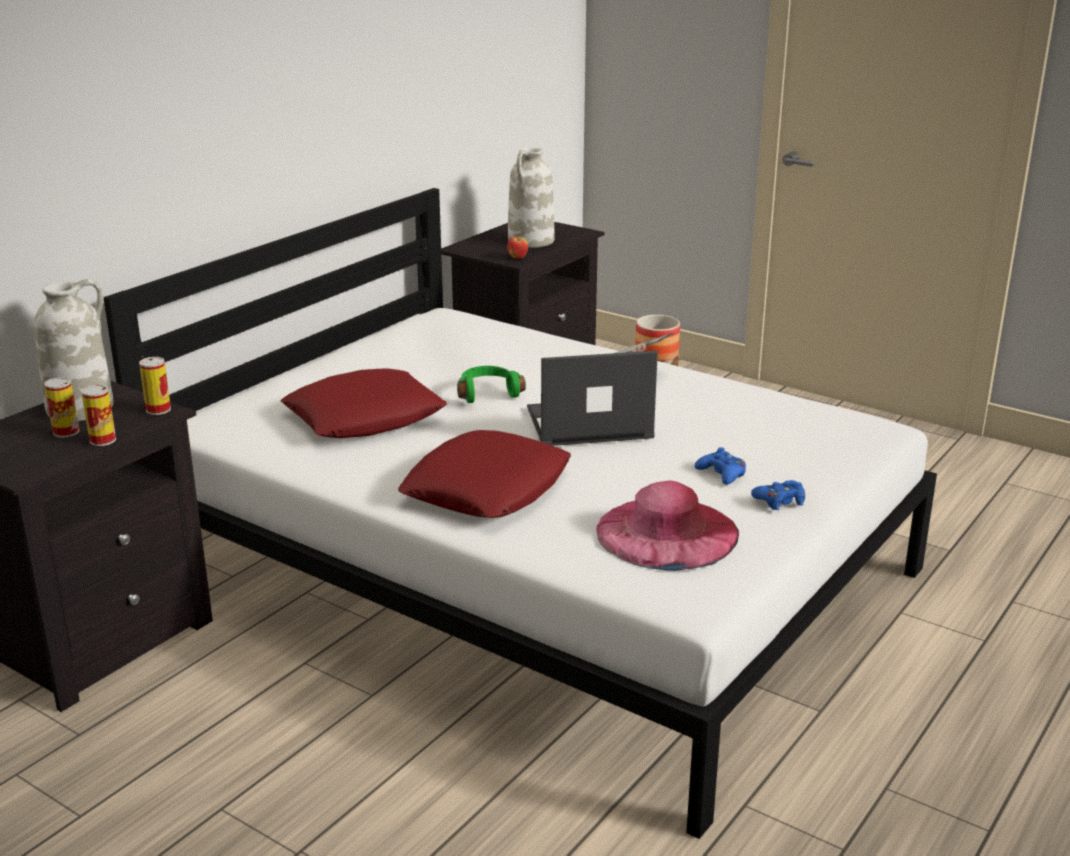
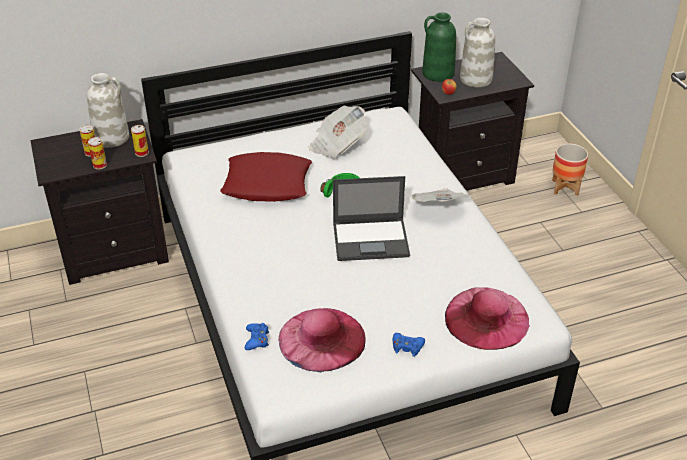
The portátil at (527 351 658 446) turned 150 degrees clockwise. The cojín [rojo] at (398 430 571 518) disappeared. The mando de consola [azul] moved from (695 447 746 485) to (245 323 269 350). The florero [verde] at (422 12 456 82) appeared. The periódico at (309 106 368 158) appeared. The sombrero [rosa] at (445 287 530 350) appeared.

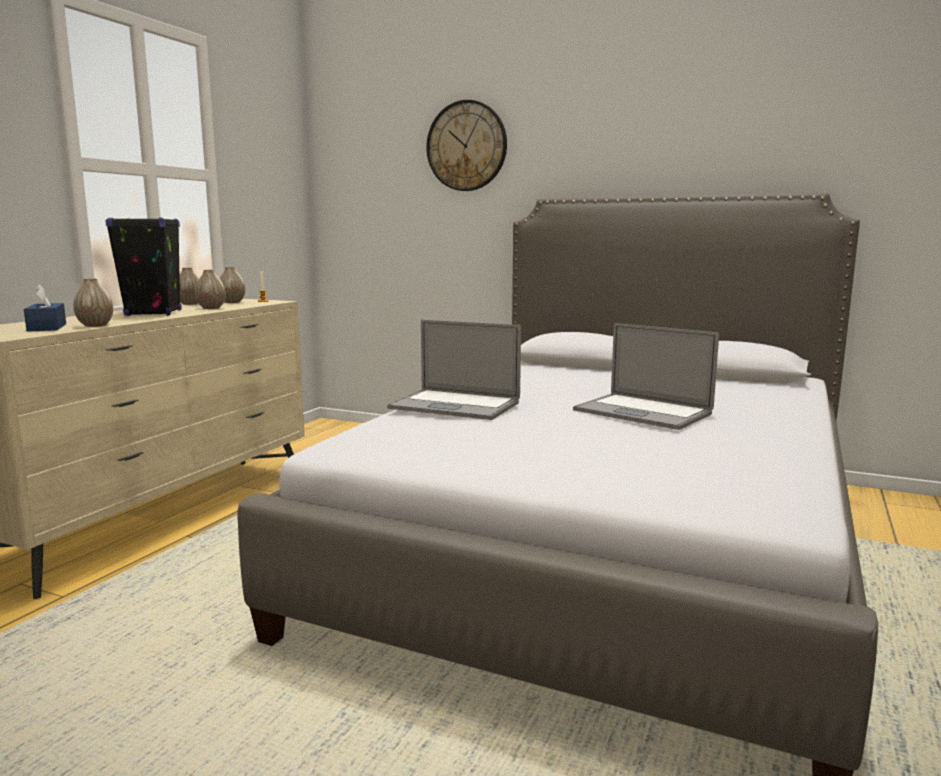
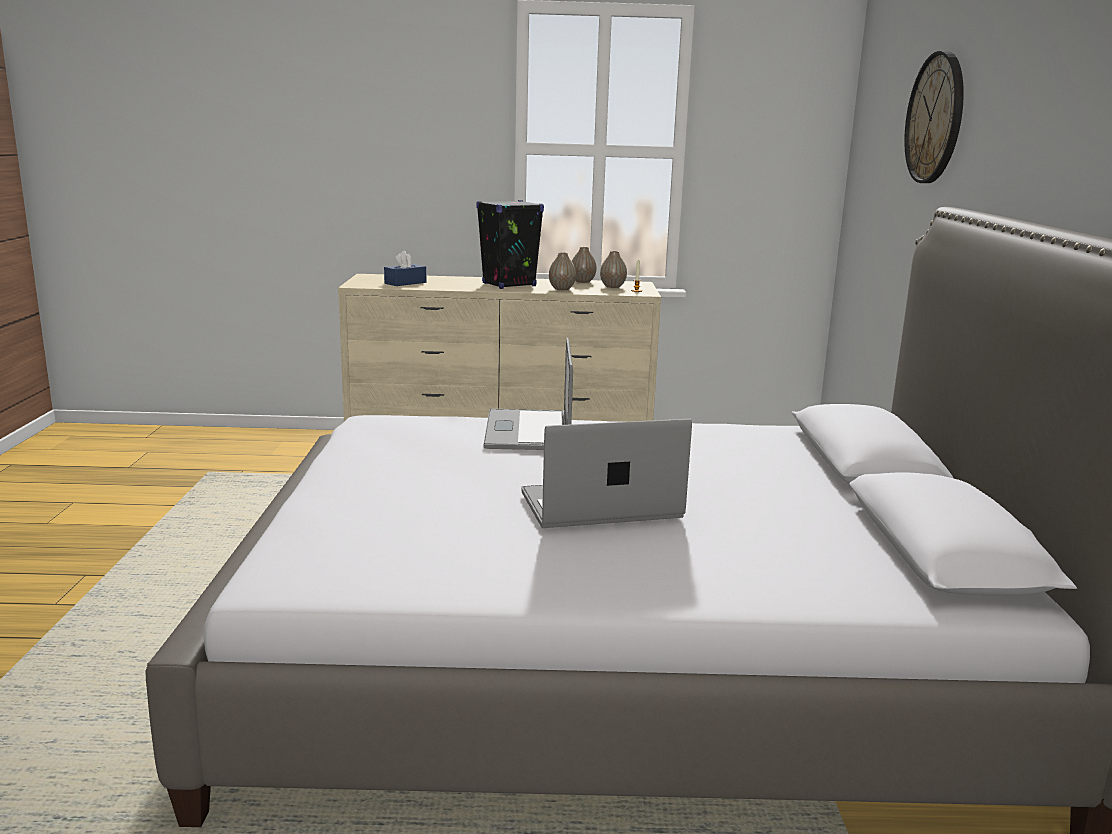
The florero at (73 278 113 327) disappeared. The portátil at (573 323 719 430) turned 60 degrees clockwise.

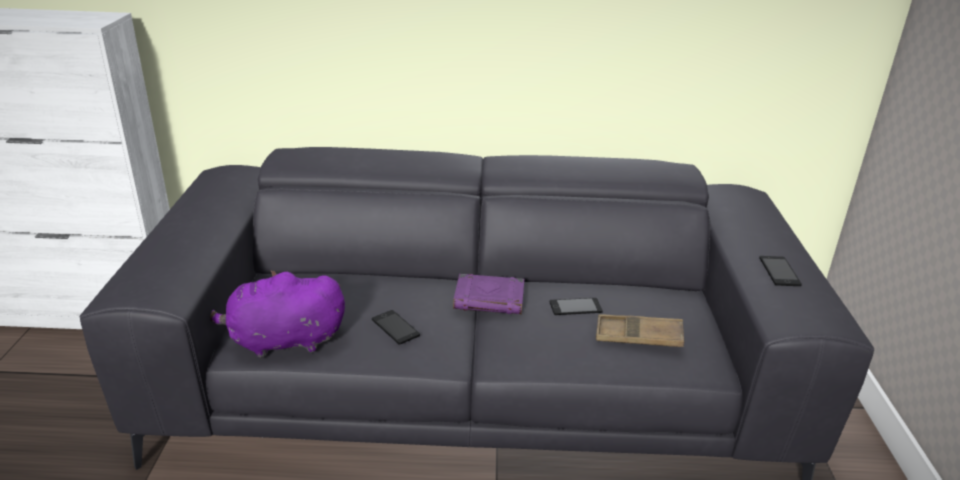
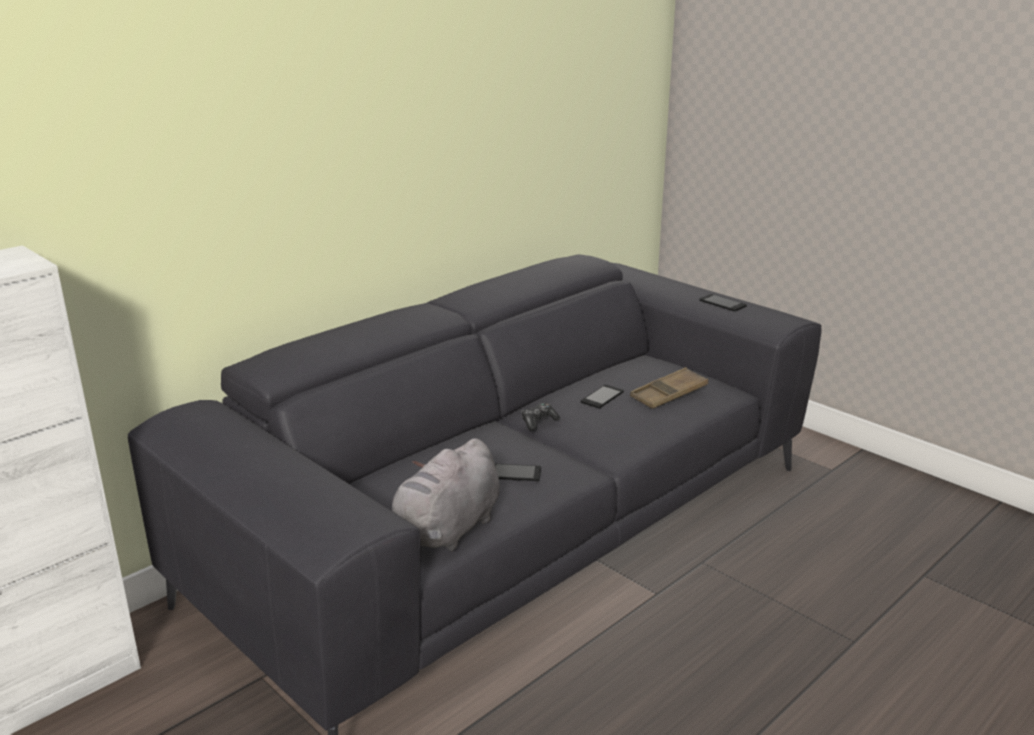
The peluche [morado] at (210 270 345 358) became the peluche [gris] at (392 438 500 551). The libro [morado] at (453 274 524 314) was replaced by the mando de consola at (521 403 560 430).

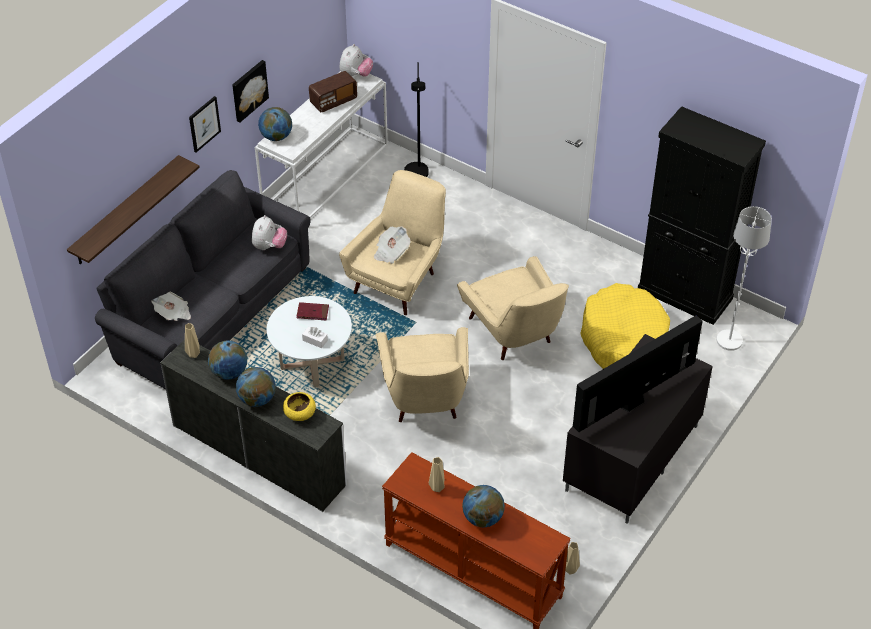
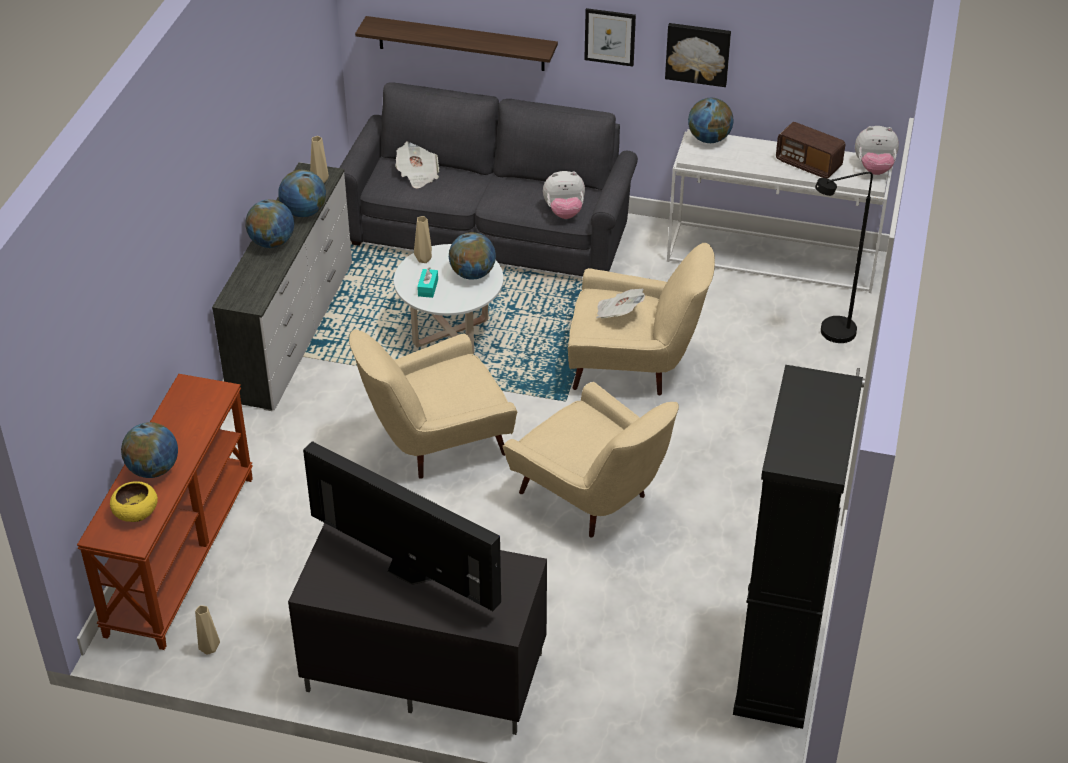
The lámpara de pie [blanco] at (716 206 772 351) disappeared. The sillón [beis] at (457 256 569 360) turned 90 degrees counterclockwise. The cama para perro [amarillo] at (580 283 670 369) disappeared. The libro [rojo] at (297 302 329 320) was replaced by the globo terráqueo at (449 232 496 280). The caja de pañuelos [blanco] at (302 327 328 348) became the caja de pañuelos [turquesa] at (417 267 438 298). The cuenco [amarillo] moved from (283 392 316 421) to (110 481 158 522). The florero [beis] moved from (429 457 445 492) to (414 216 432 263).

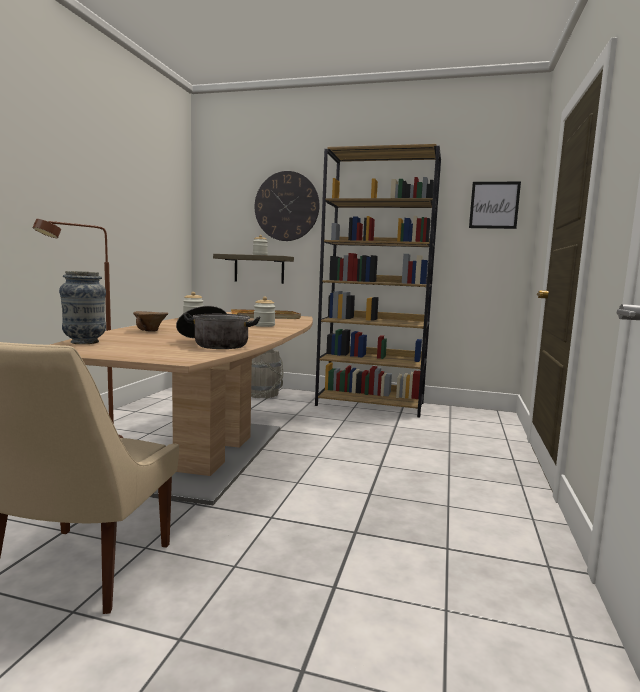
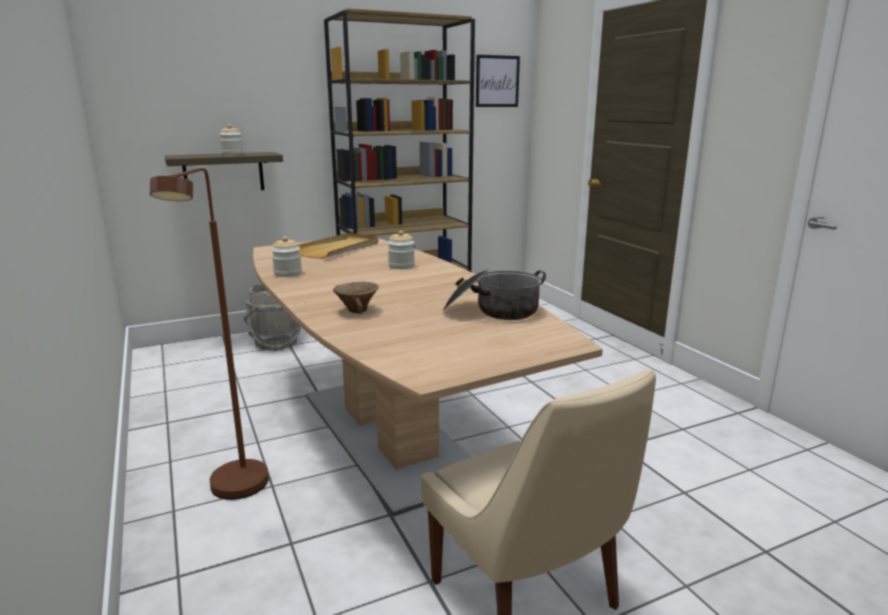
The reloj de pared at (255 171 319 241) disappeared. The florero at (59 271 106 344) disappeared.

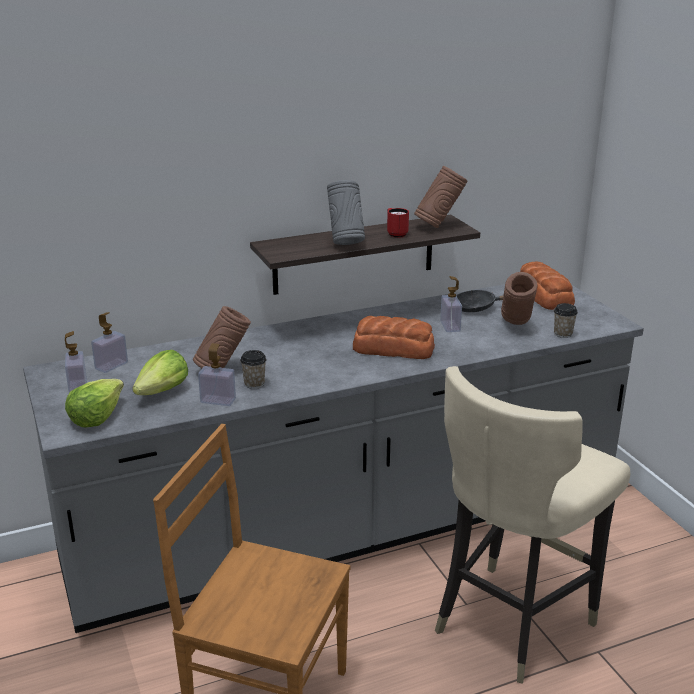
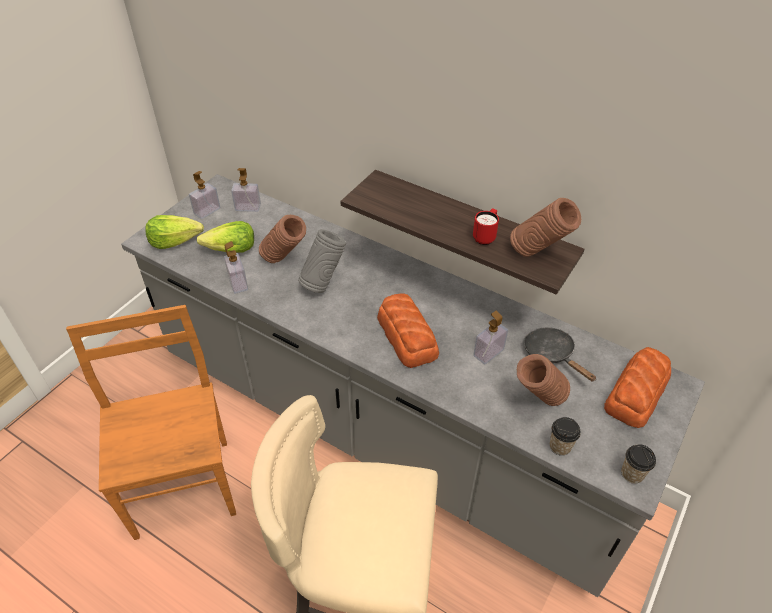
The florero [gris] moved from (327 180 365 245) to (298 229 346 293). The taza moved from (240 350 266 389) to (621 444 656 484).

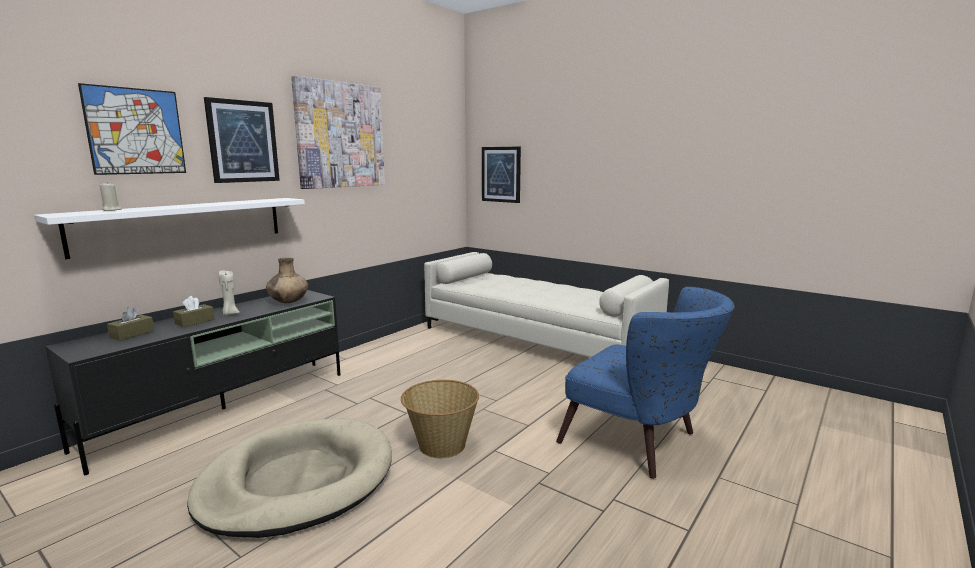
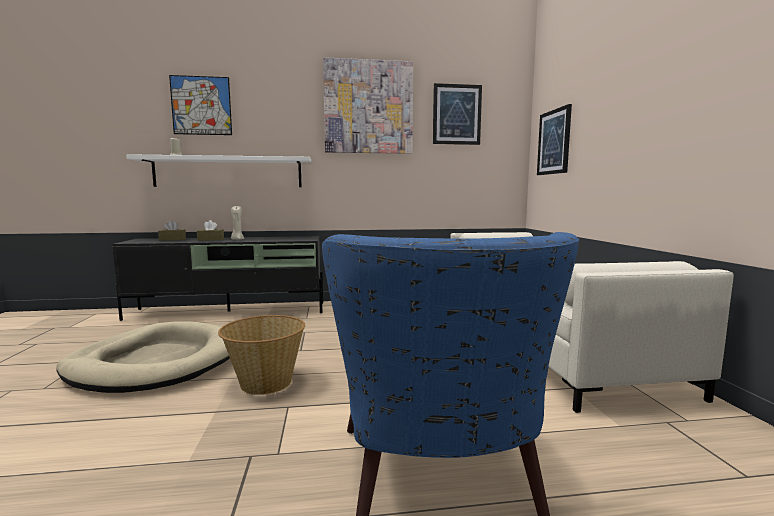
The cuadro moved from (204 97 280 183) to (433 83 482 145). The florero [marrón] at (266 258 308 303) disappeared.

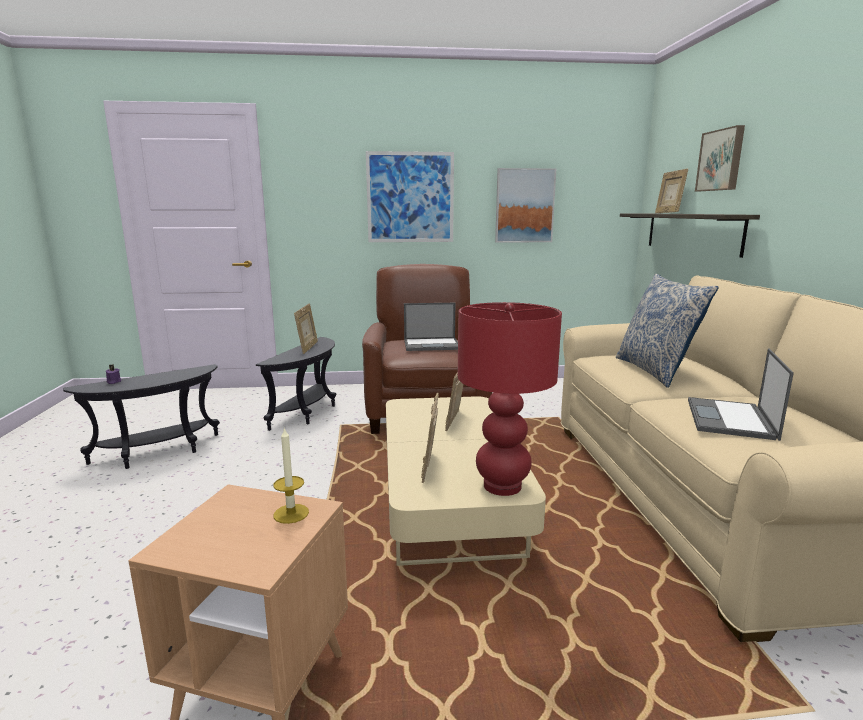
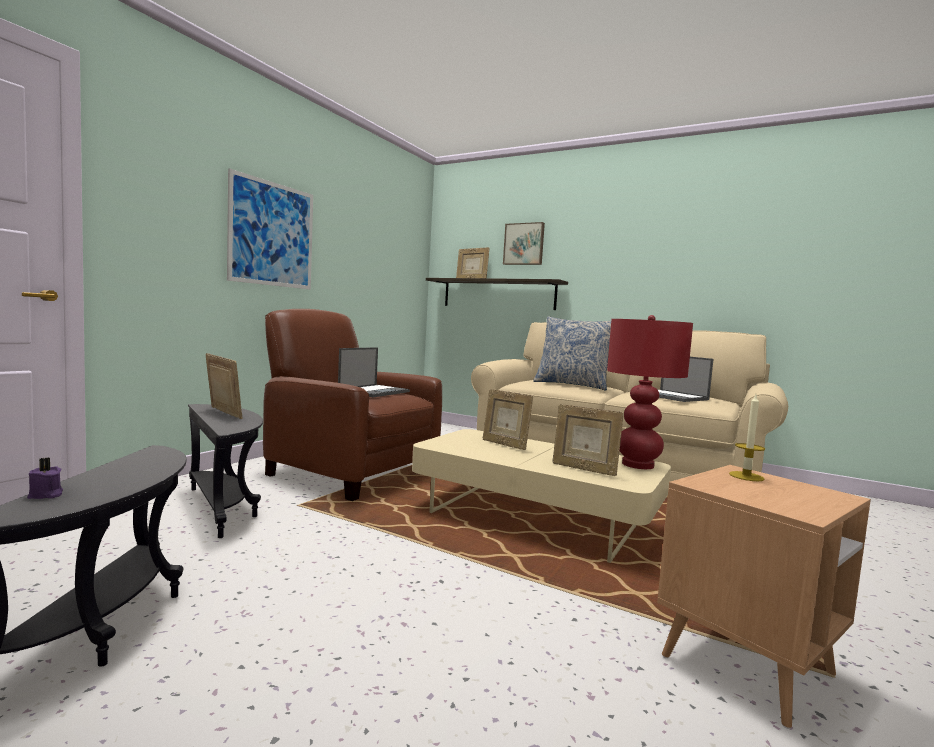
The cuadro at (495 168 557 243) disappeared.

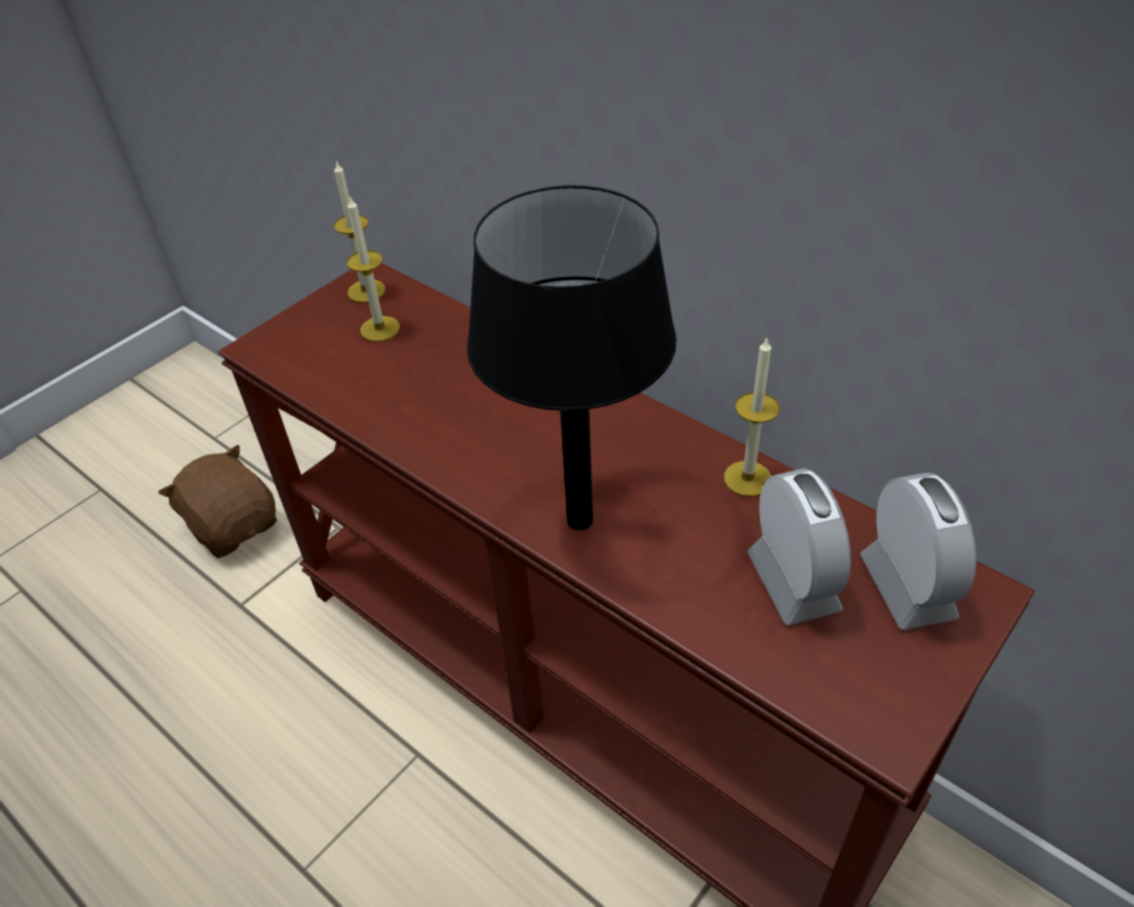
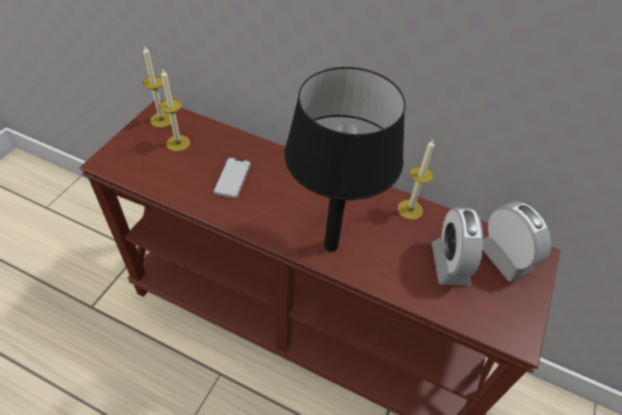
The peluche [marrón] at (158 445 277 558) disappeared. The despertador at (747 468 851 625) turned 150 degrees counterclockwise. The móvil at (213 158 251 198) appeared.

